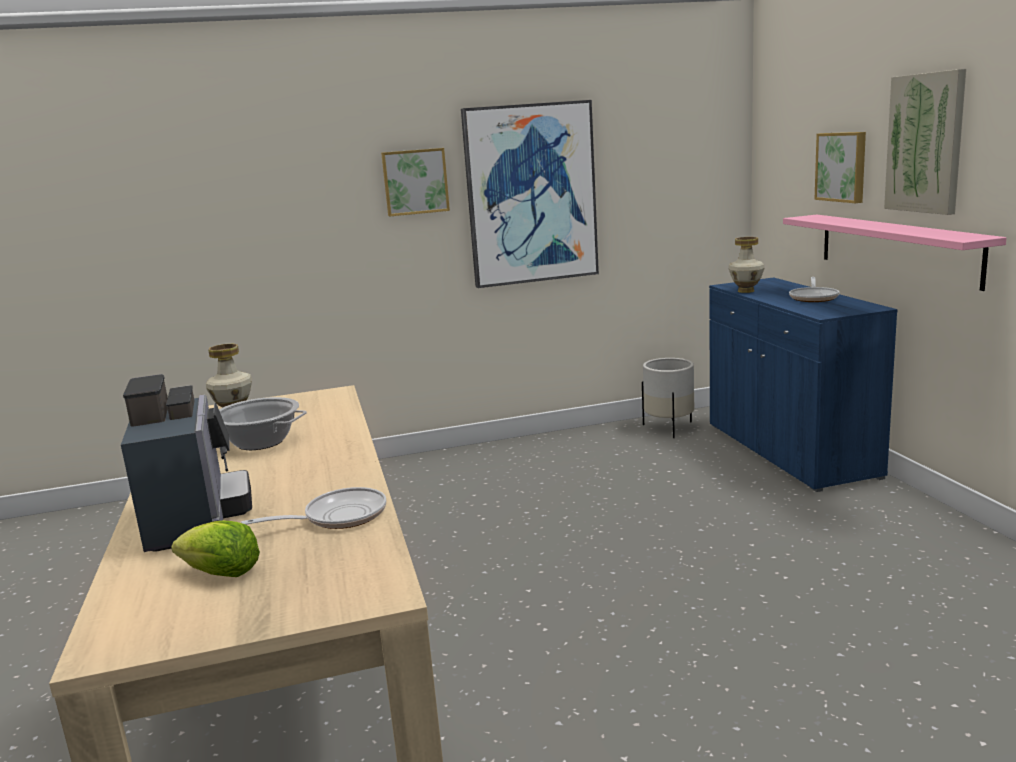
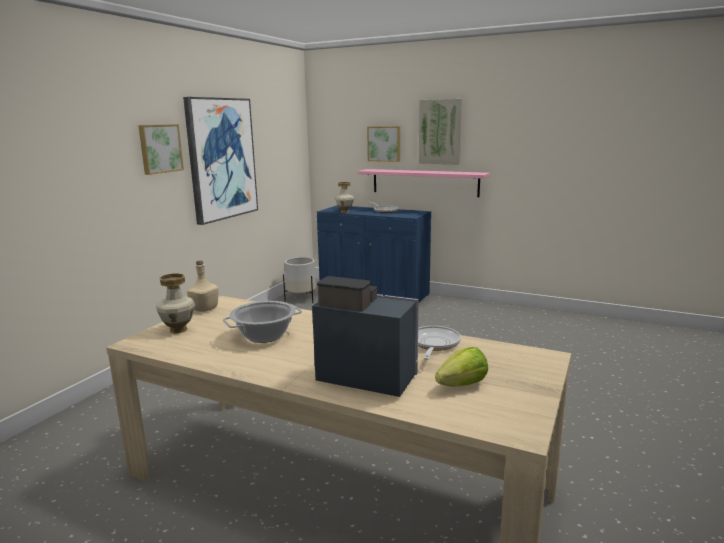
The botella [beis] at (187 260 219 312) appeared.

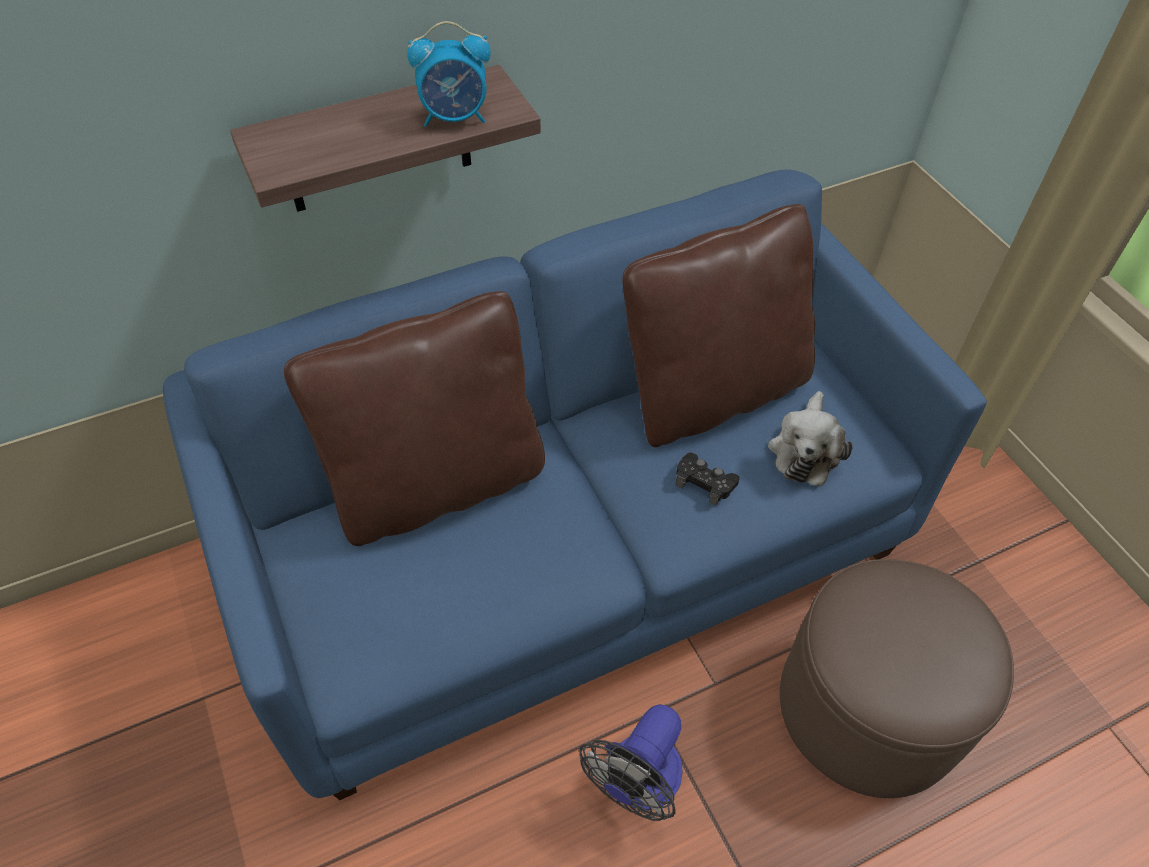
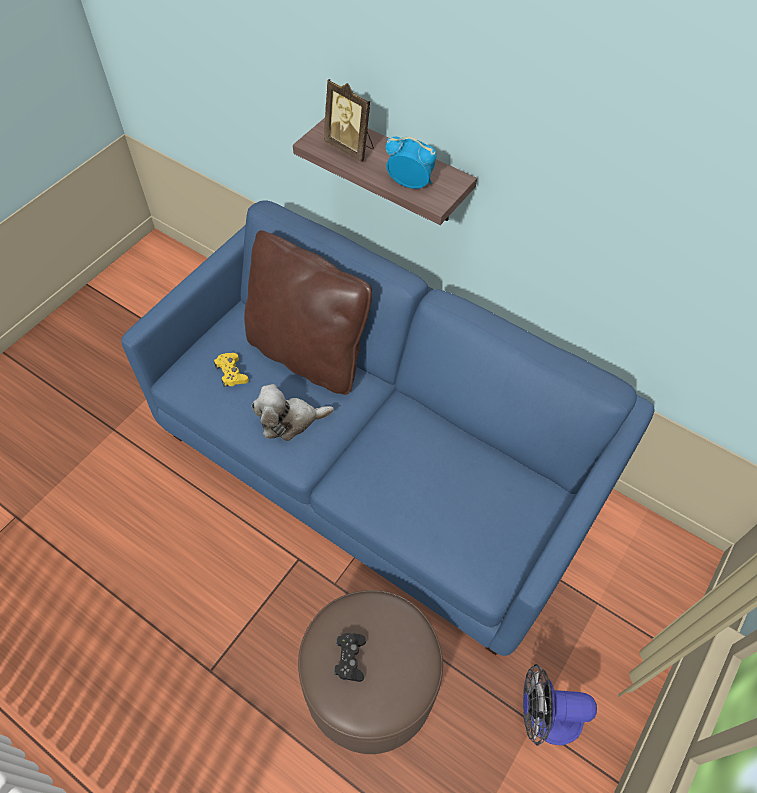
The despertador at (407 21 491 127) turned 150 degrees clockwise. The cojín [marrón] at (622 204 815 447) disappeared. The peluche moved from (768 391 853 486) to (251 384 334 441). The mando de consola [negro] moved from (676 452 740 506) to (334 633 366 682). The ventilador moved from (579 704 682 821) to (523 664 597 746). The portarretratos at (324 79 374 162) appeared. The mando de consola [amarillo] at (214 353 249 388) appeared.

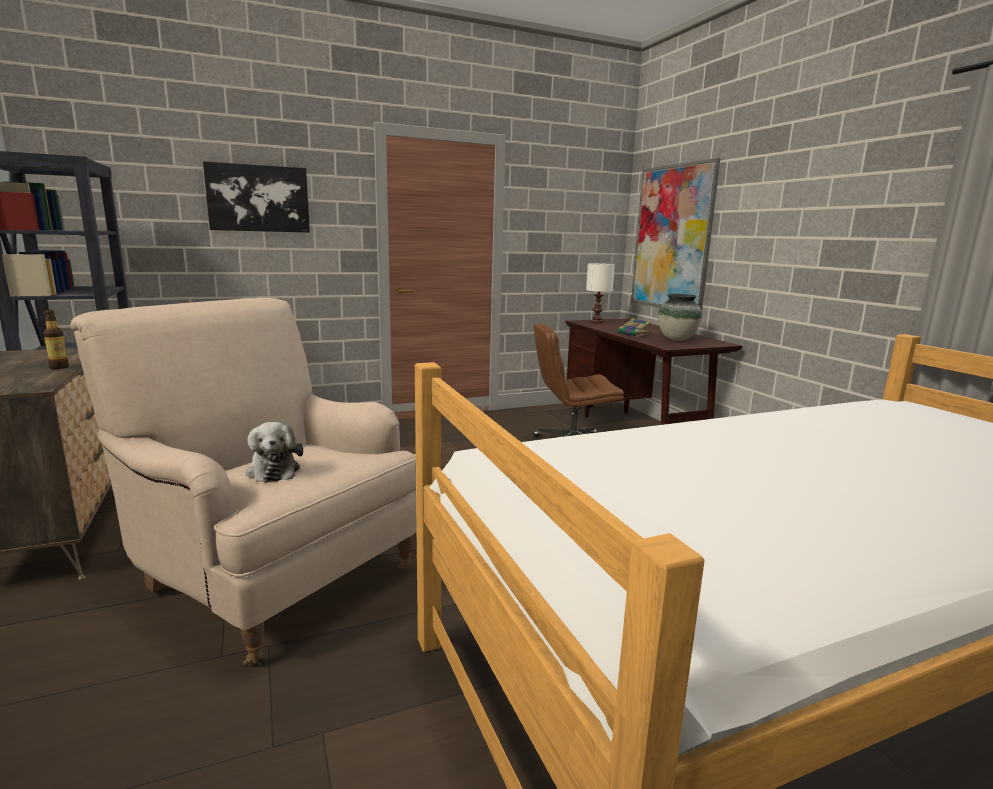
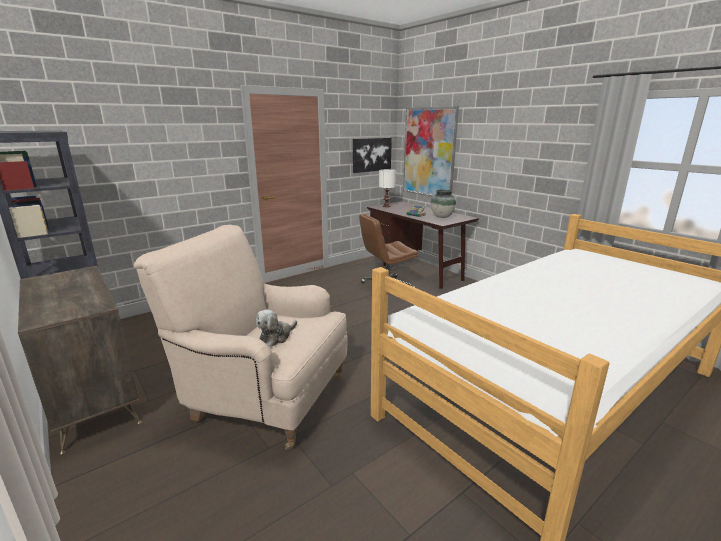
The cuadro moved from (203 161 310 233) to (353 138 392 173). The botella at (43 310 69 369) disappeared. The peluche at (245 422 303 483) turned 75 degrees clockwise.

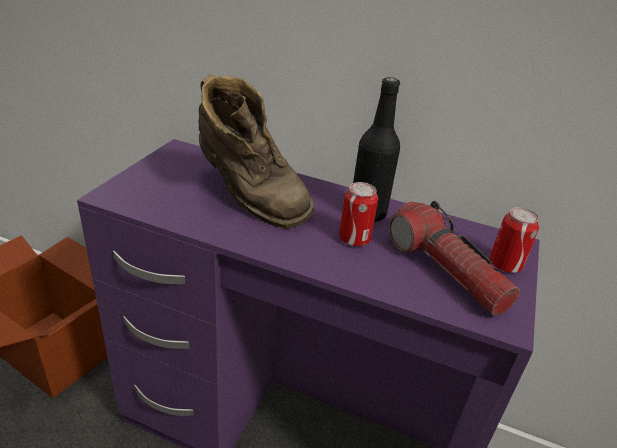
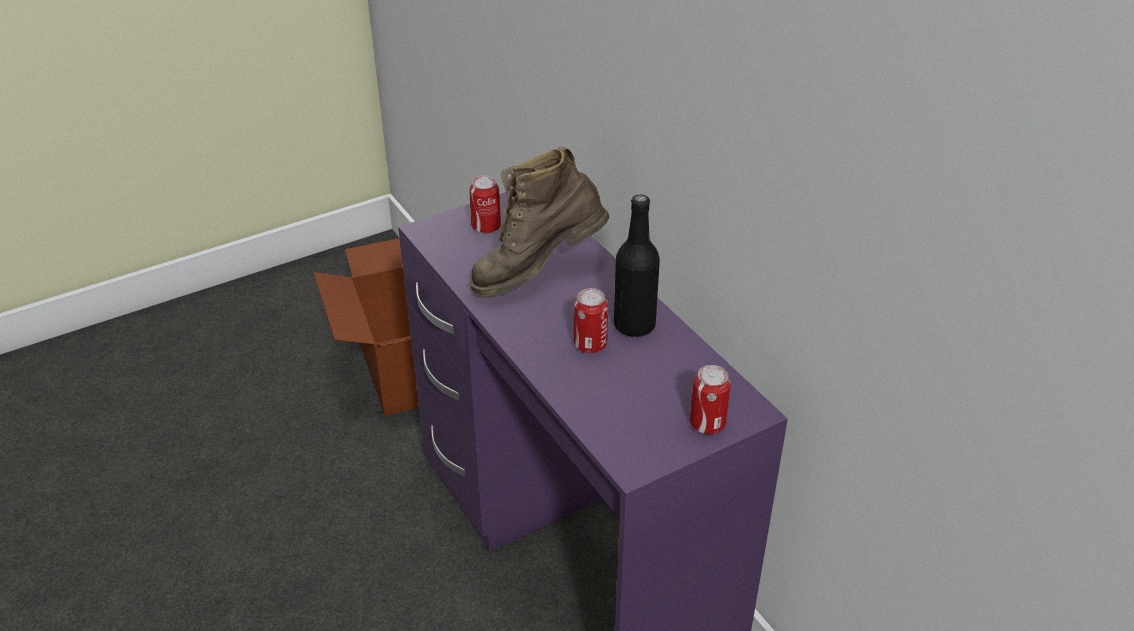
The bota [marrón] at (199 74 314 229) turned 75 degrees clockwise. The linterna at (389 201 520 316) disappeared. The lata at (469 175 501 234) appeared.

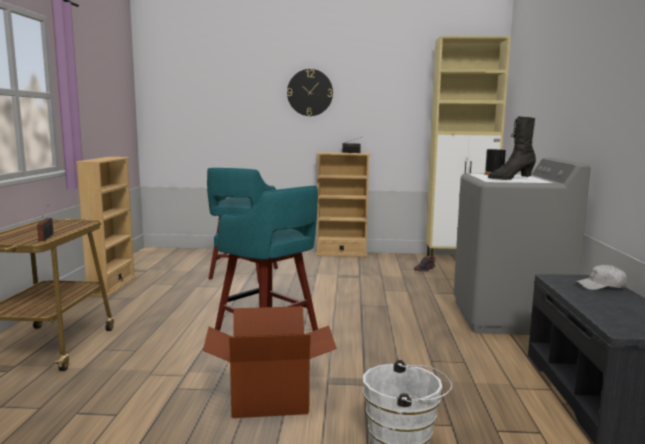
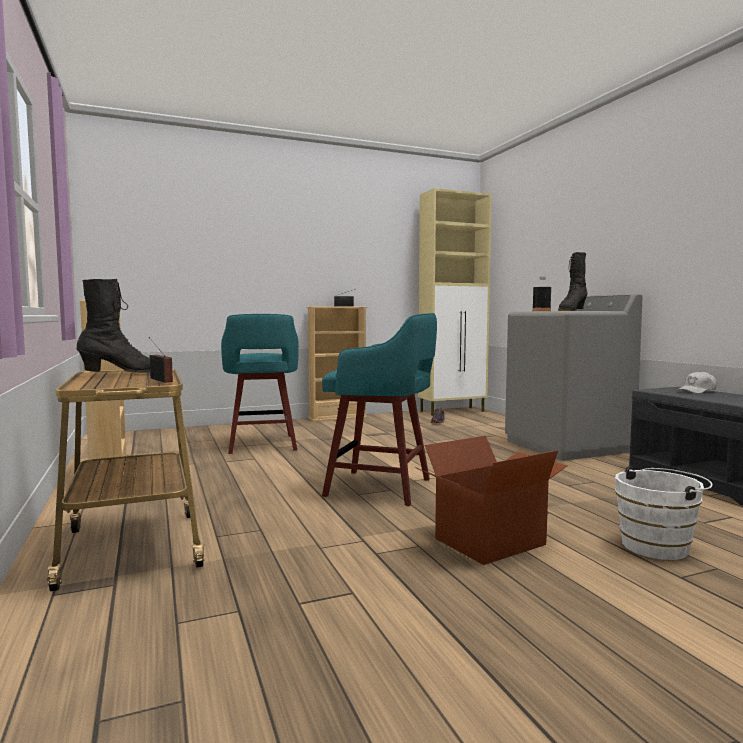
The reloj de pared at (287 69 333 116) disappeared. The bota [negro] at (77 279 150 373) appeared.

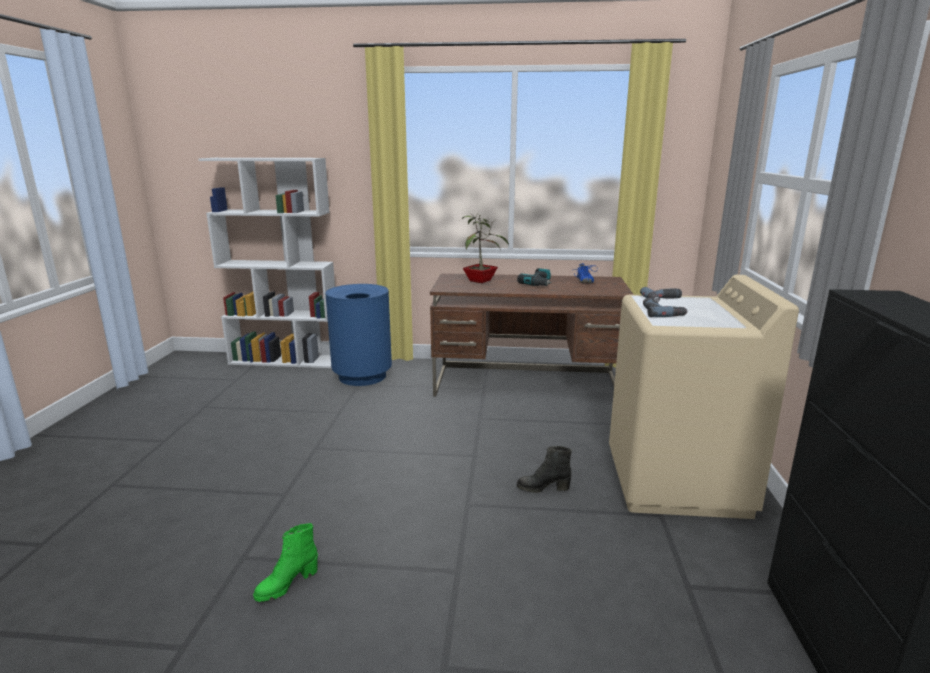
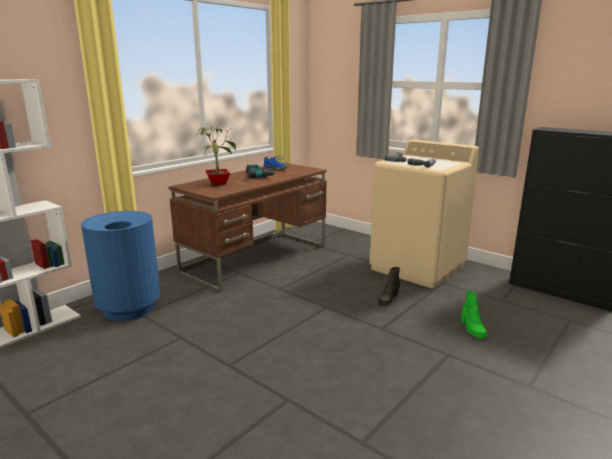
The bota [verde] moved from (253 523 318 602) to (461 290 488 339).

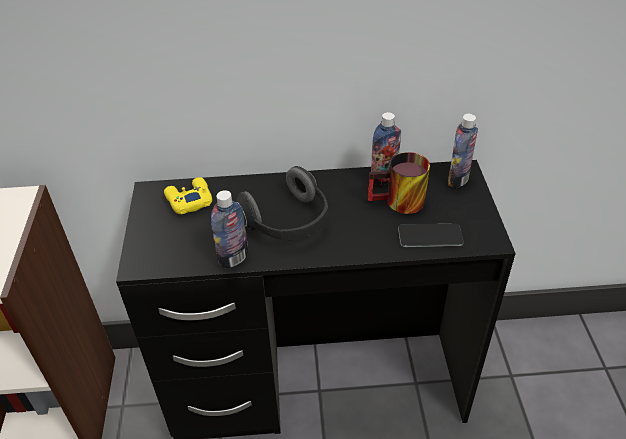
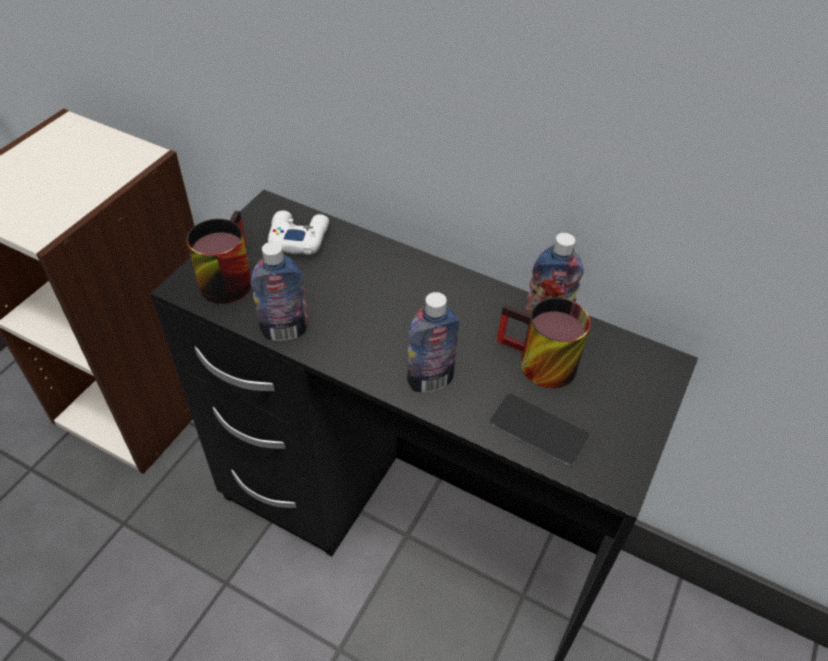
The botella moved from (448 114 478 188) to (407 292 460 393). The auriculares at (236 166 329 241) disappeared. The mando de consola [amarillo] at (164 177 212 215) became the mando de consola [blanco] at (268 211 329 255). The taza grande at (186 211 251 304) appeared.

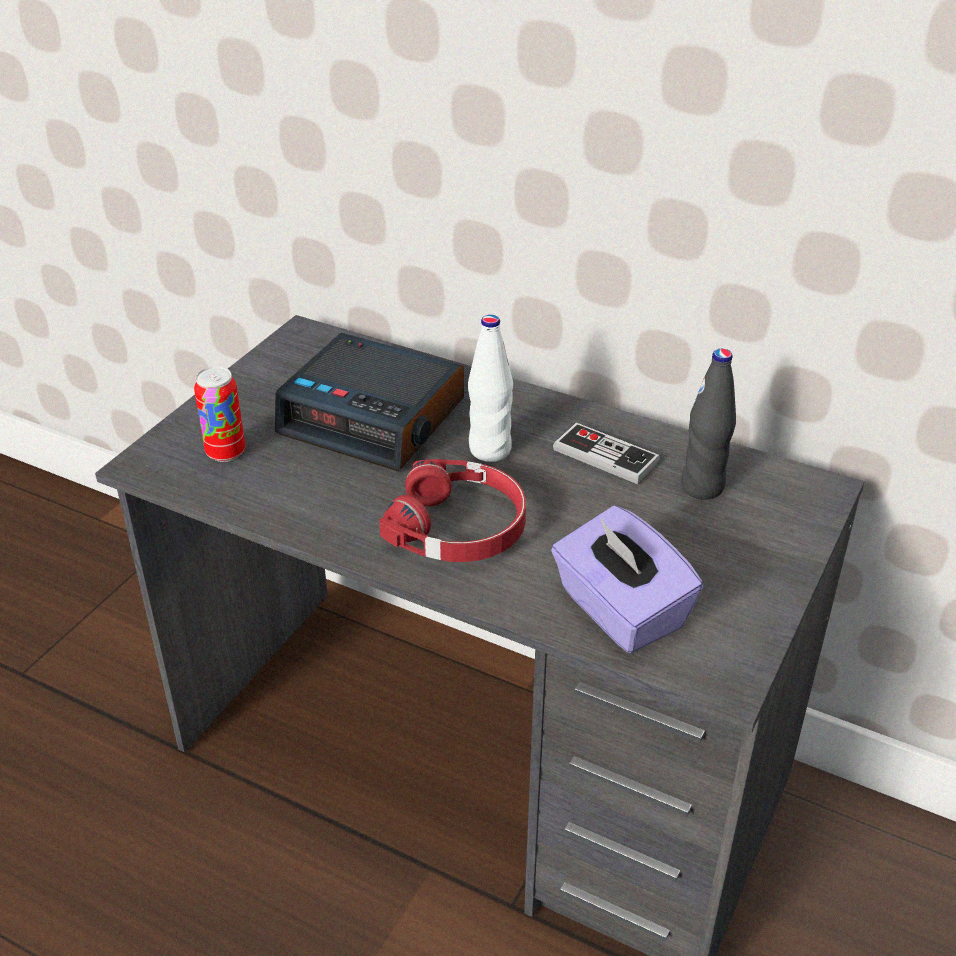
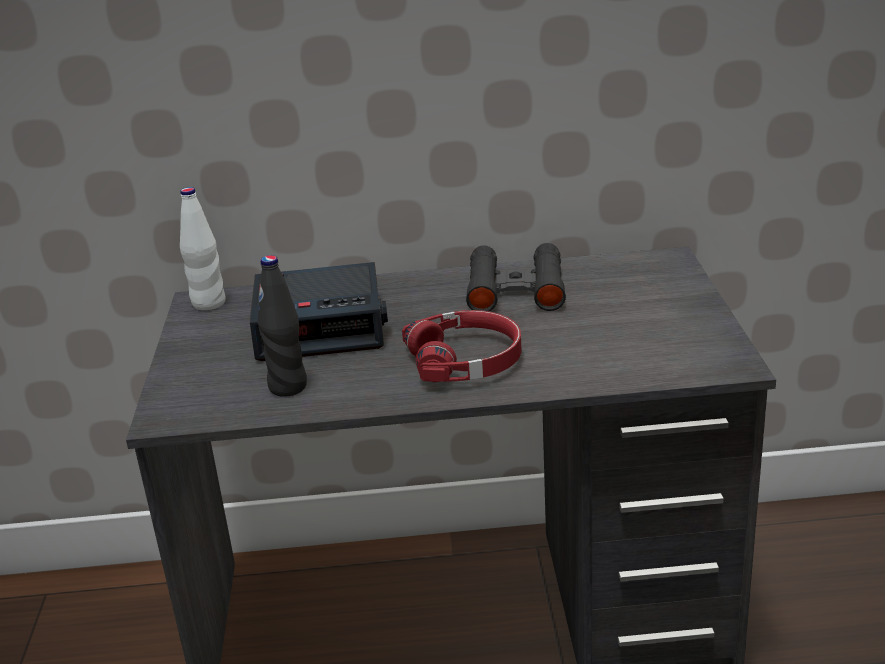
The botella [blanco] moved from (468 315 513 462) to (180 187 226 310). The botella [negro] moved from (681 349 736 500) to (258 255 307 397). The lata at (194 366 245 462) disappeared. The mando de consola at (553 422 660 484) was replaced by the prismáticos [negro] at (466 243 566 312). The caja de pañuelos [morado] at (551 506 703 653) disappeared.

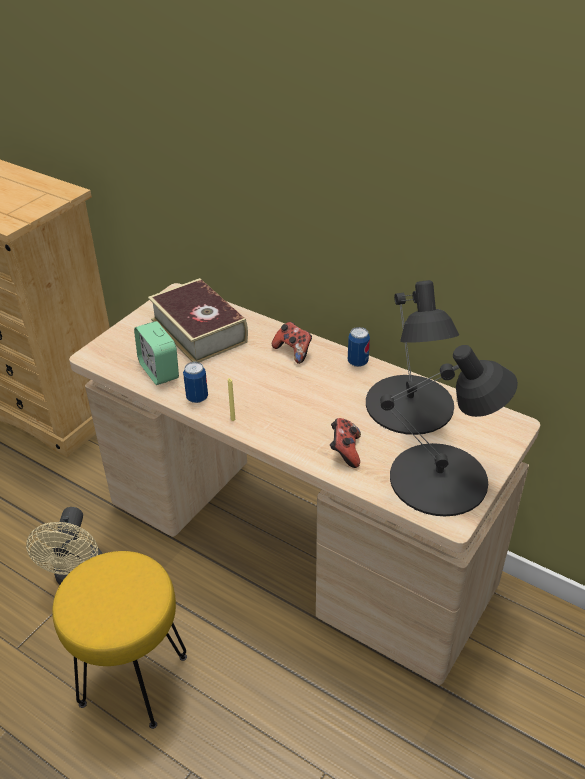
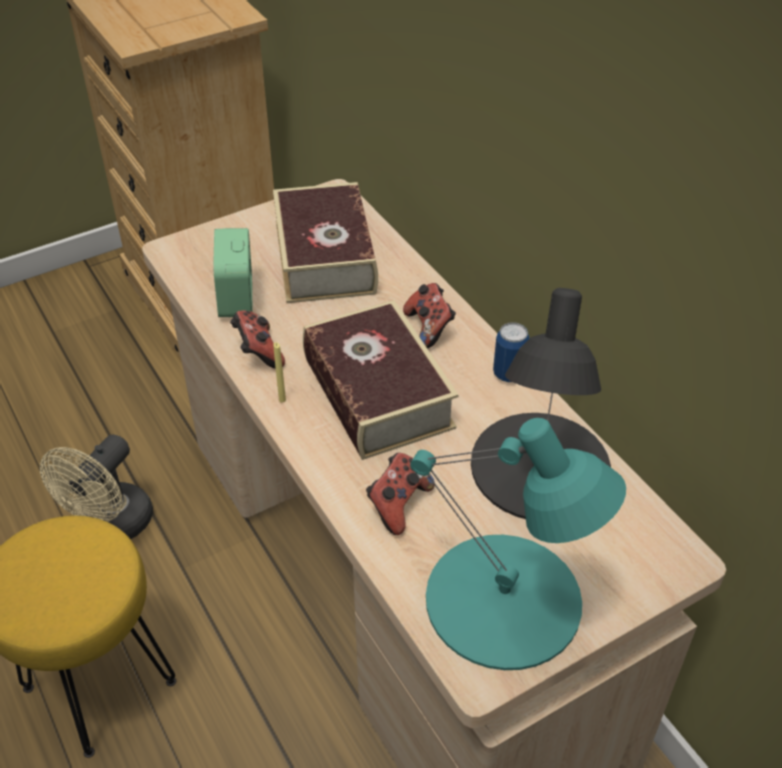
The lámpara de mesa [negro] at (380 345 518 516) became the lámpara de mesa [turquesa] at (410 418 626 670). The lata at (183 362 208 403) was replaced by the mando de consola at (230 311 285 369). The libro at (303 300 459 460) appeared.

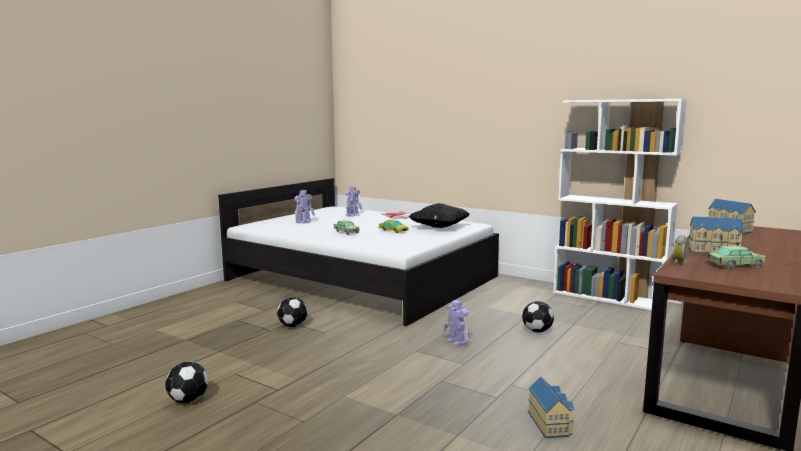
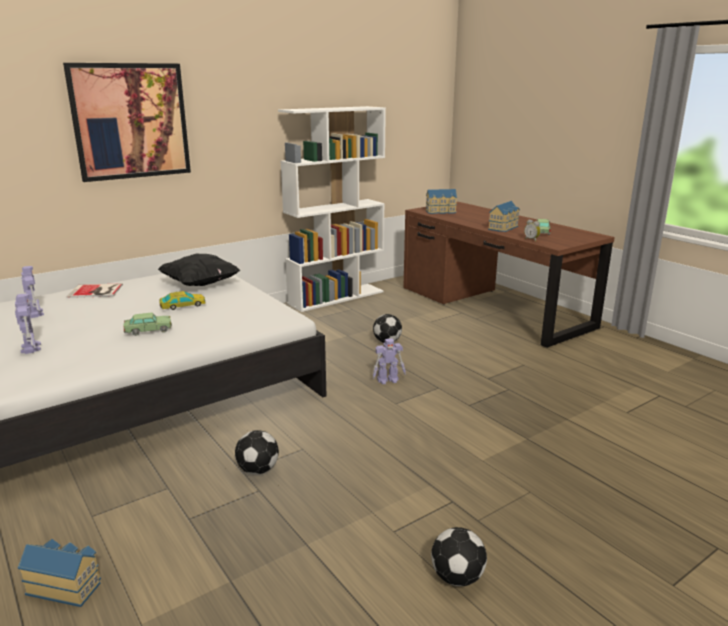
The casita moved from (528 376 574 438) to (18 539 101 607). The cuadro at (63 63 191 182) appeared.

